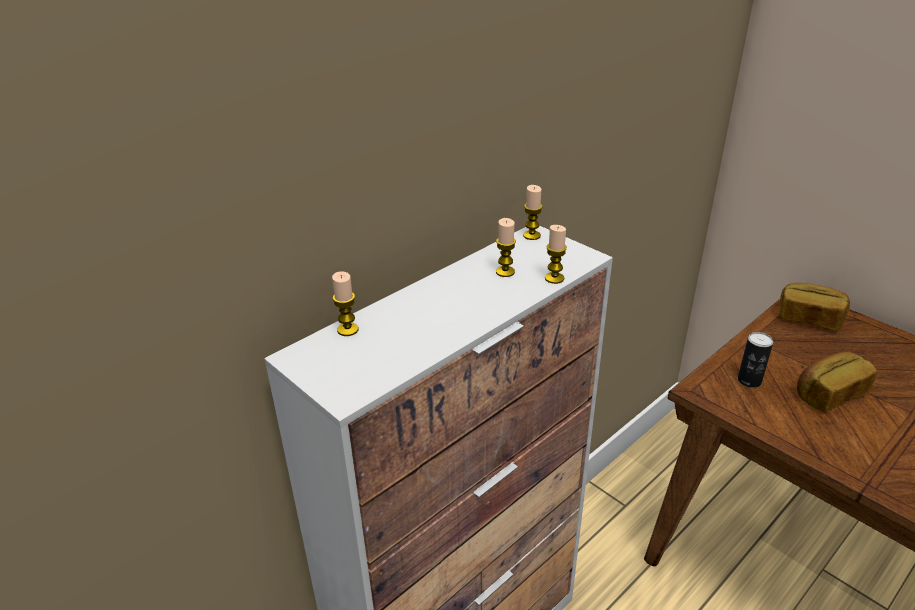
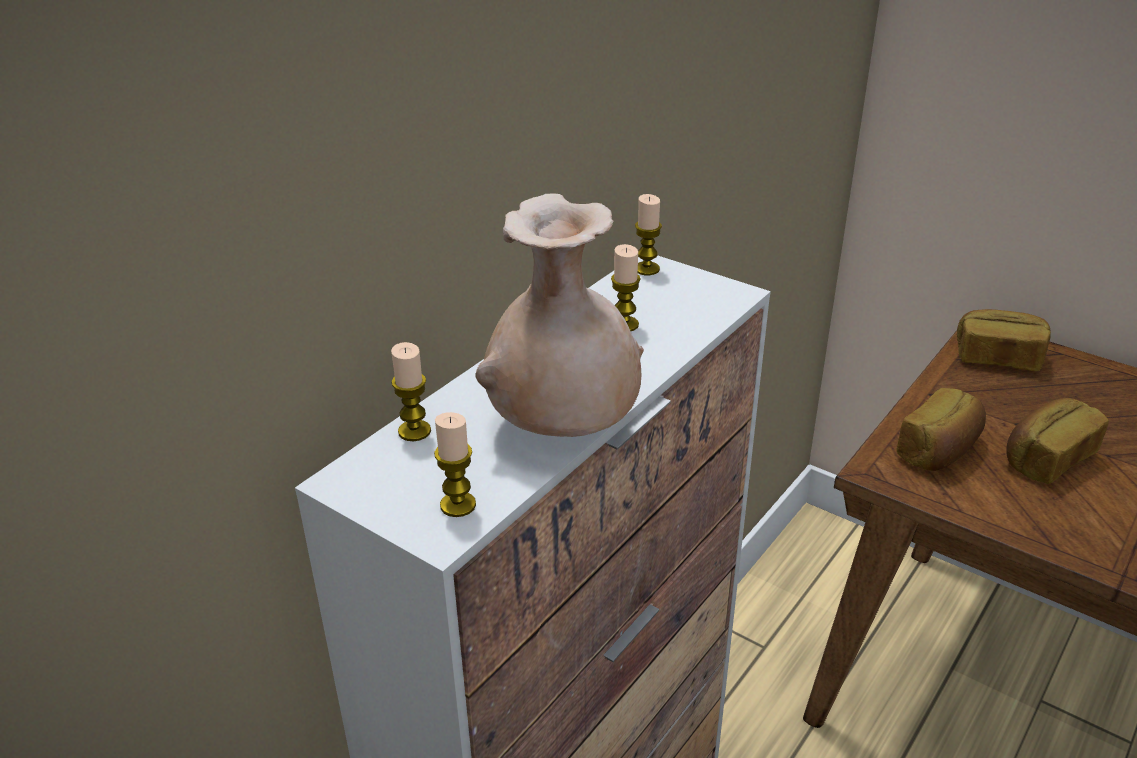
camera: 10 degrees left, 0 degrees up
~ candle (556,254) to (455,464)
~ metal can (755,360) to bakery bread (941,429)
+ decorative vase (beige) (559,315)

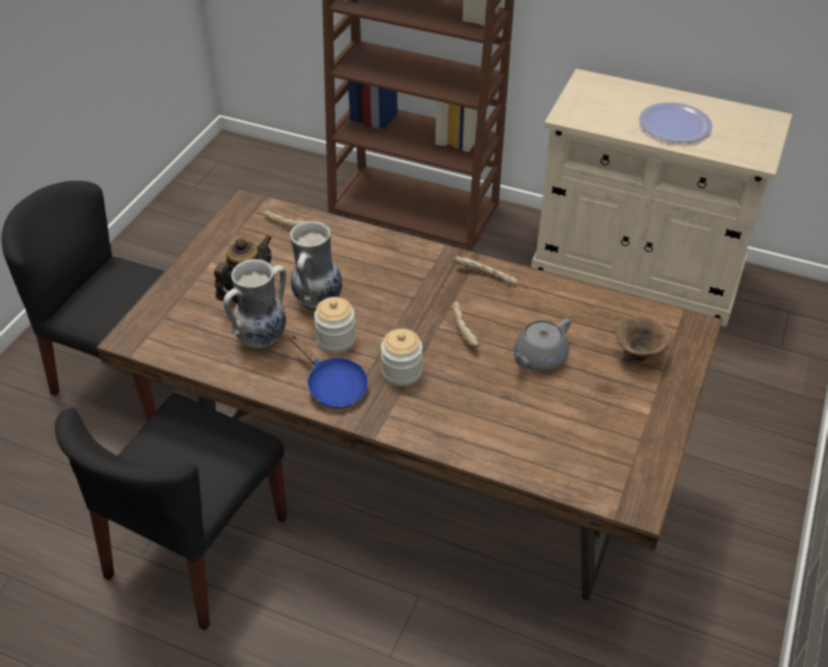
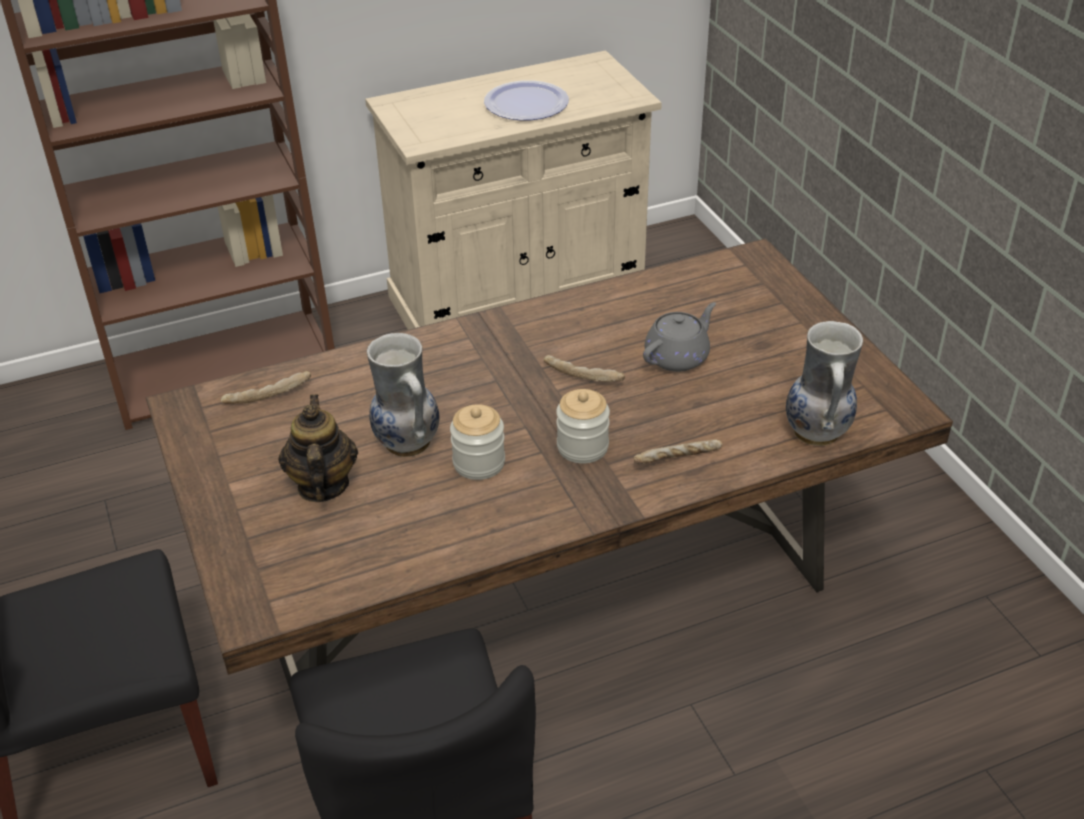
camera: 45 degrees left, 5 degrees down
~ decorative vase (254,305) to (824,383)
- skillet (bluish) (329,371)
~ bakery bread (486,270) to (678,451)
~ tea pot (grey) (541,344) = (679,337) 135 degrees counterclockwise
- deep dish (brownish) (643,339)

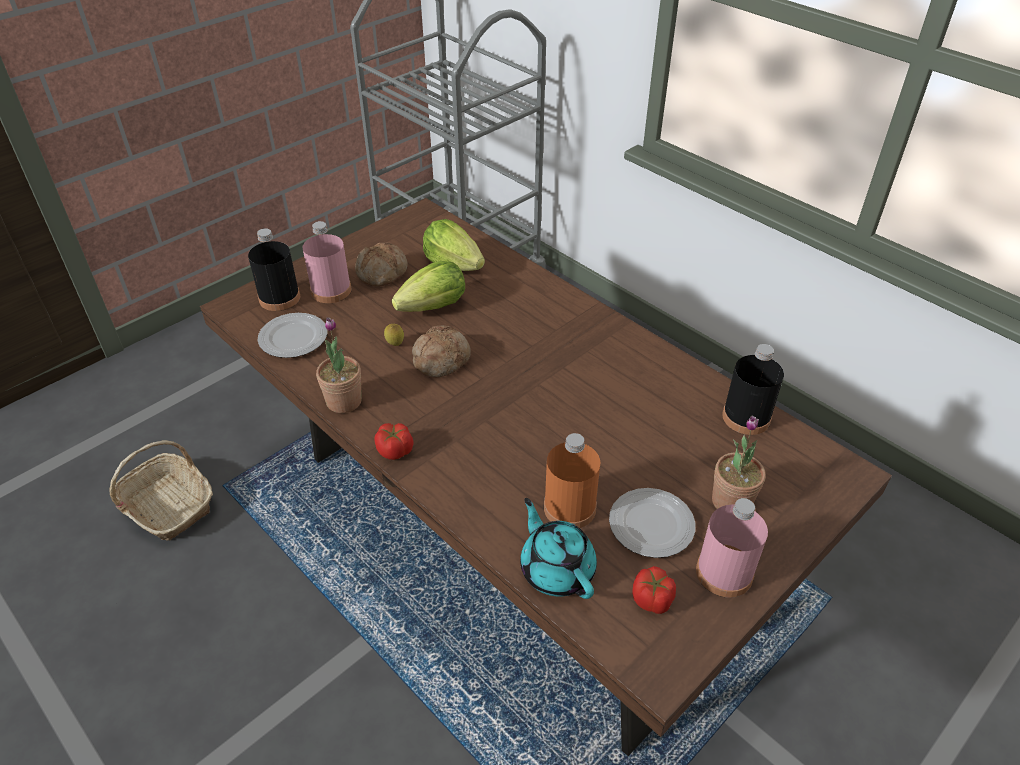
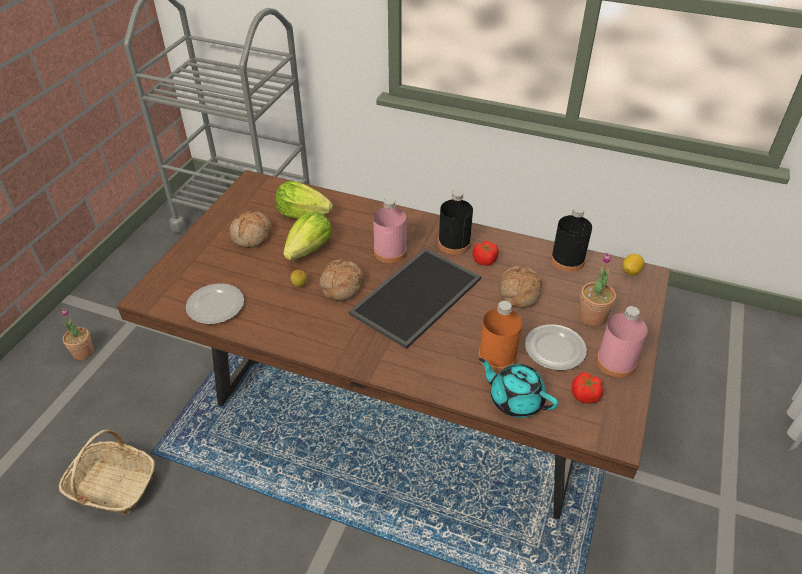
camera: 25 degrees left, 0 degrees up
~ beverage bottle (black-coloured) (274,269) to (455,222)
~ beverage bottle (pinkish) (327,262) to (390,230)
~ potted plant (339,365) to (78,334)
~ fresh tomato (393,441) to (486,253)
+ serving tray (415,298)
+ bakery bread (520,287)
+ whole lemon (633,265)

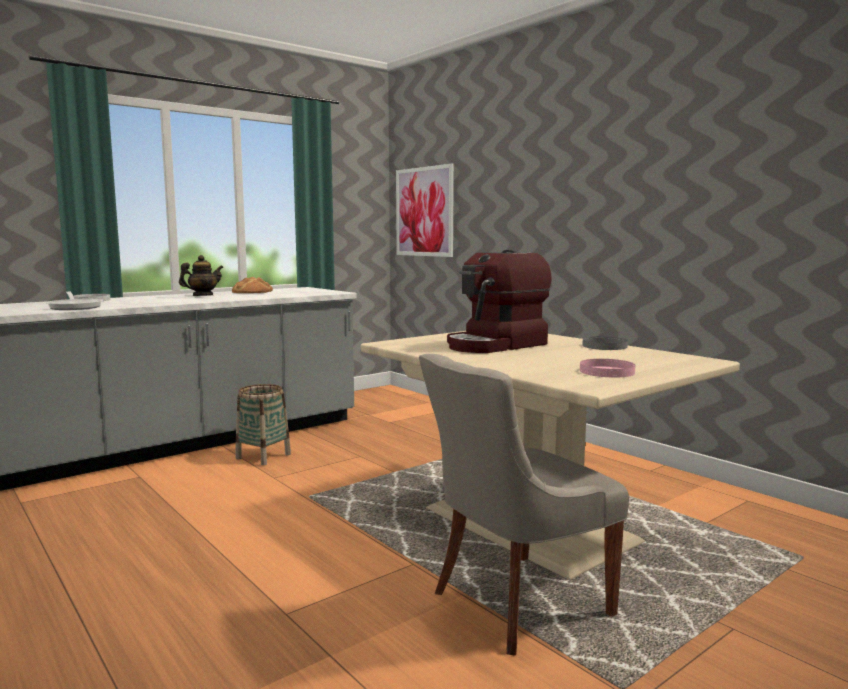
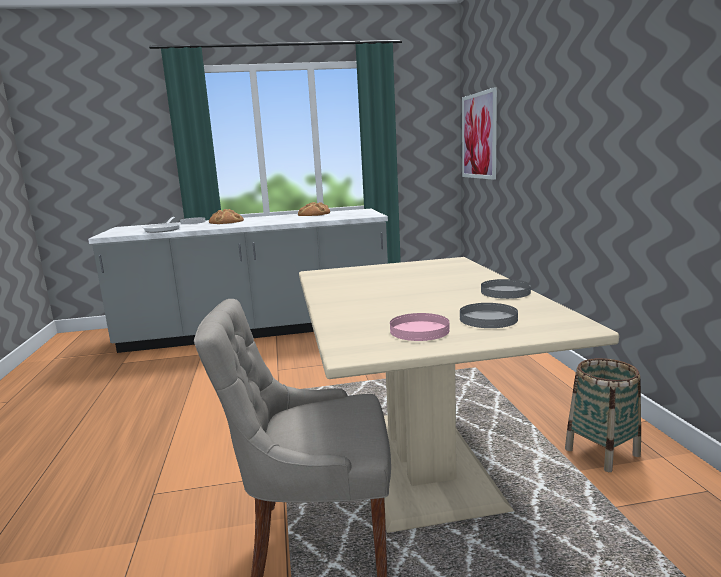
camera: 30 degrees right, 5 degrees up
- tea pot (201,275)
~ storage basket (263,424) to (603,415)
- coffee machine (499,301)
+ bakery bread (226,216)
+ dinner plate (grey) (489,315)

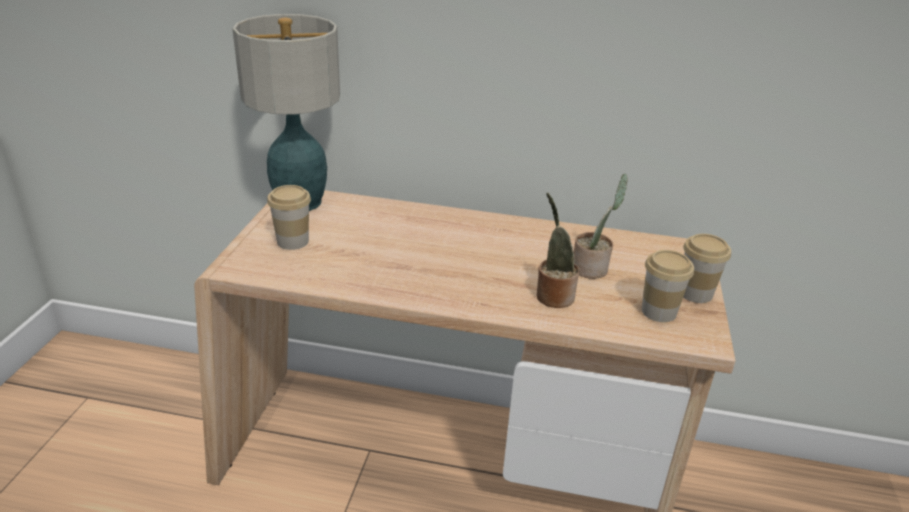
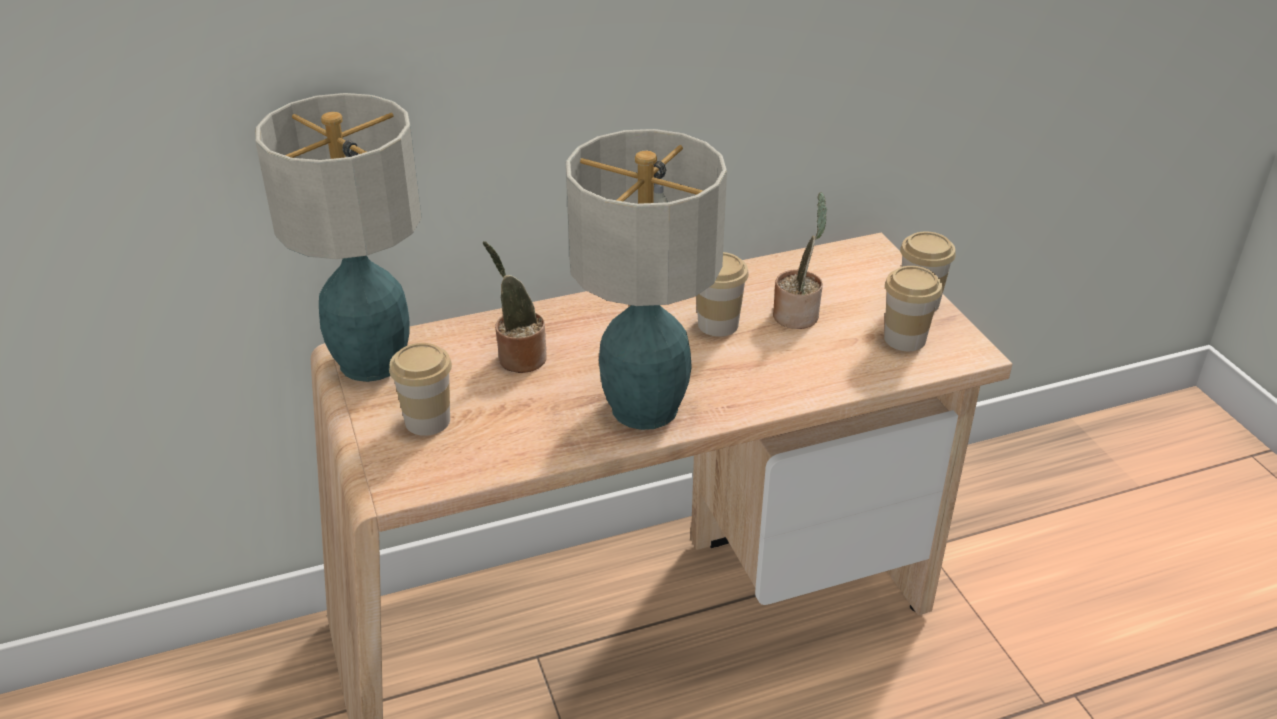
camera: 30 degrees left, 5 degrees up
~ potted plant (558,250) to (515,307)
+ lamp for a table (646,279)
+ drinking cup (723,294)

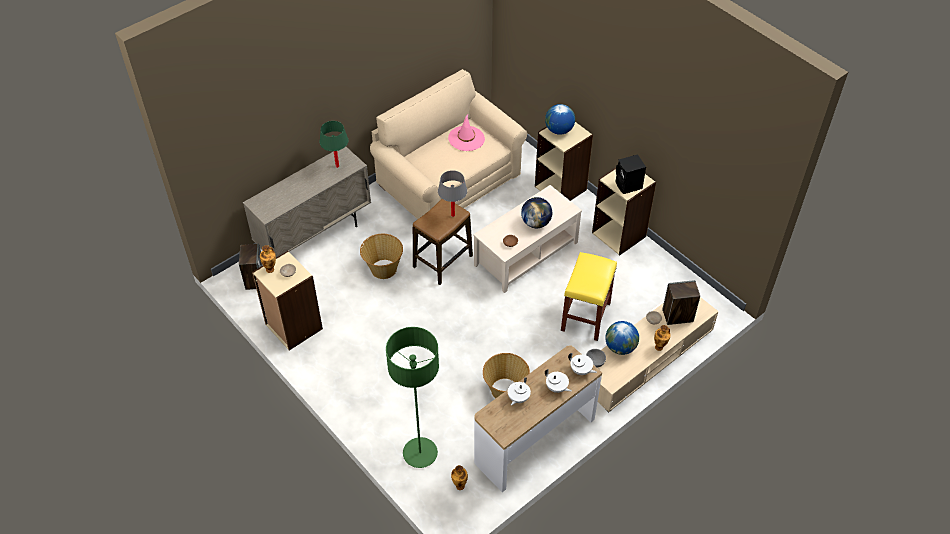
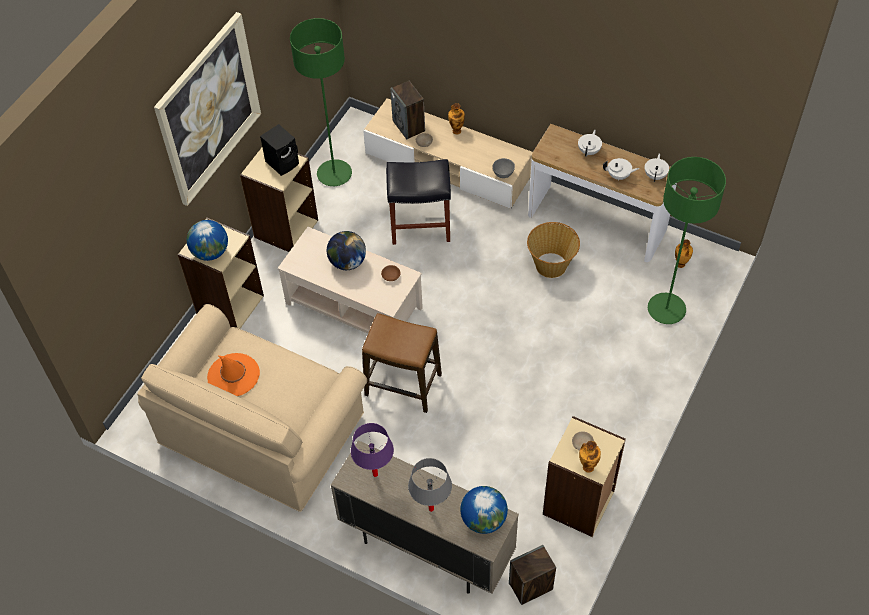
camera: 110 degrees left, 5 degrees up
~ lamp for a table (greenish) (333,144) to lamp for a table (purplish) (372,450)
- storage basket (381,256)
~ lamp for a table (grey) (452,193) to (430,485)
~ wearable hat (pinkish) (466,133) to wearable hat (orange-coloured) (233,374)
~ sitting stool (yellowish) (589,296) to sitting stool (black-coloured) (418,202)
~ tea pot (white) (582,364) to (657,167)
~ world globe (622,338) to (484,510)
+ wall picture (207,109)
+ floor lamp (greenish) (321,102)

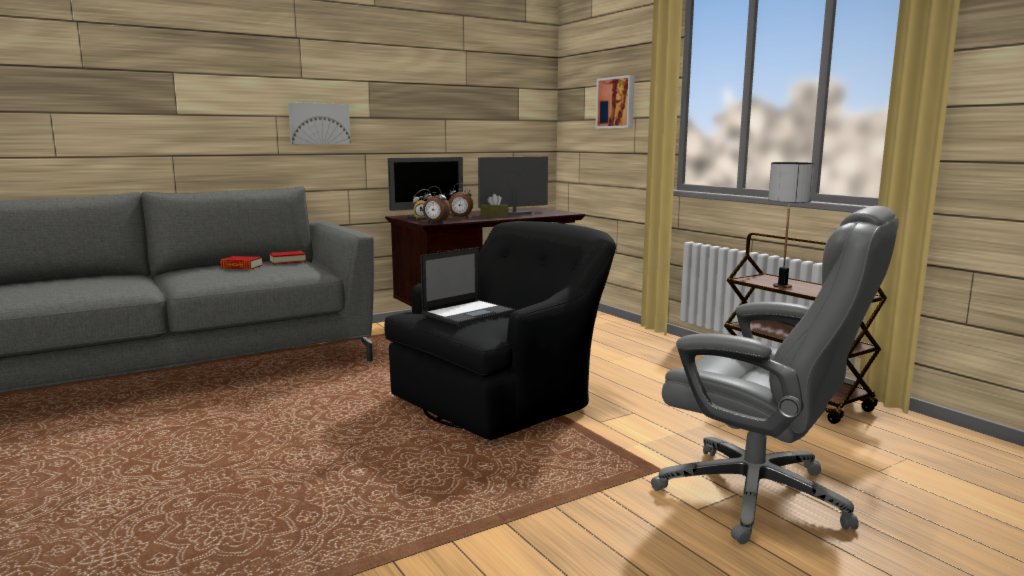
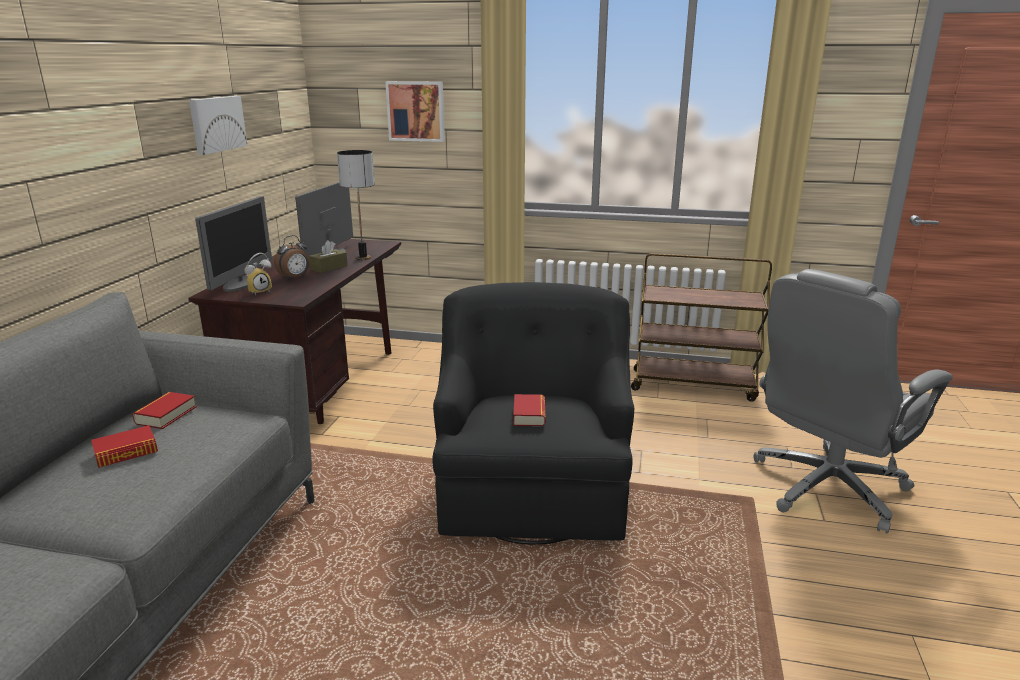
camera: 45 degrees left, 10 degrees up
~ wall picture (319,123) to (218,125)
~ laptop (468,286) to book (529,410)
- alarm clock (436,204)
~ desk chair (grey) (775,375) = (853,401) 150 degrees clockwise
~ lamp for a table (791,225) to (356,205)

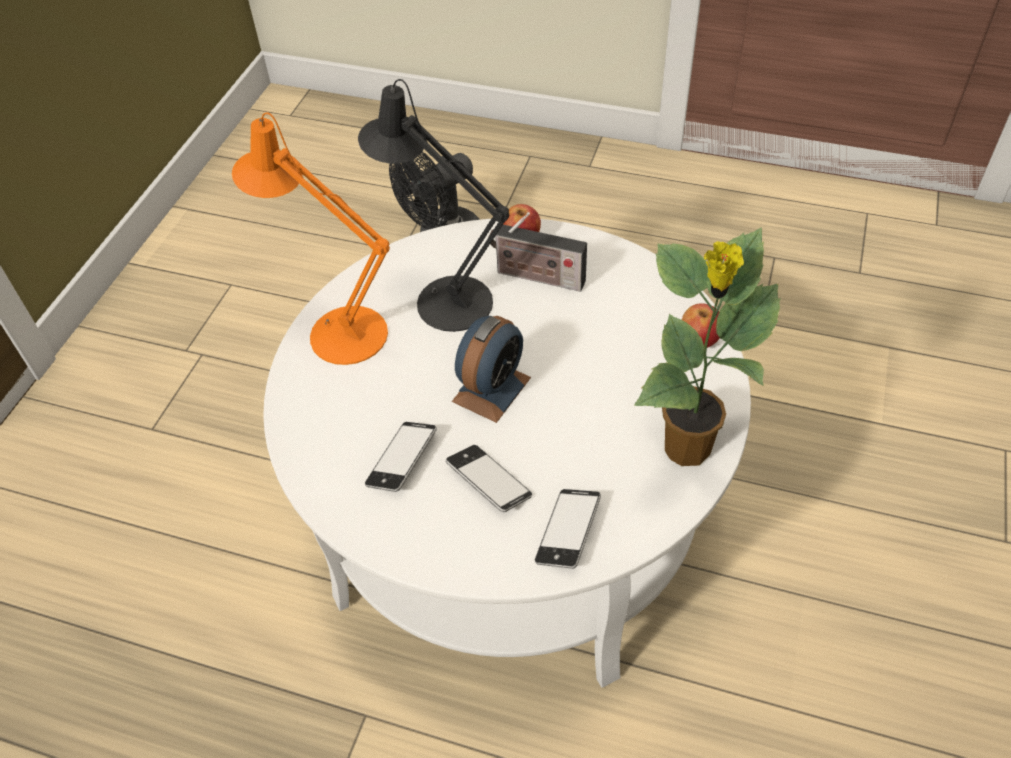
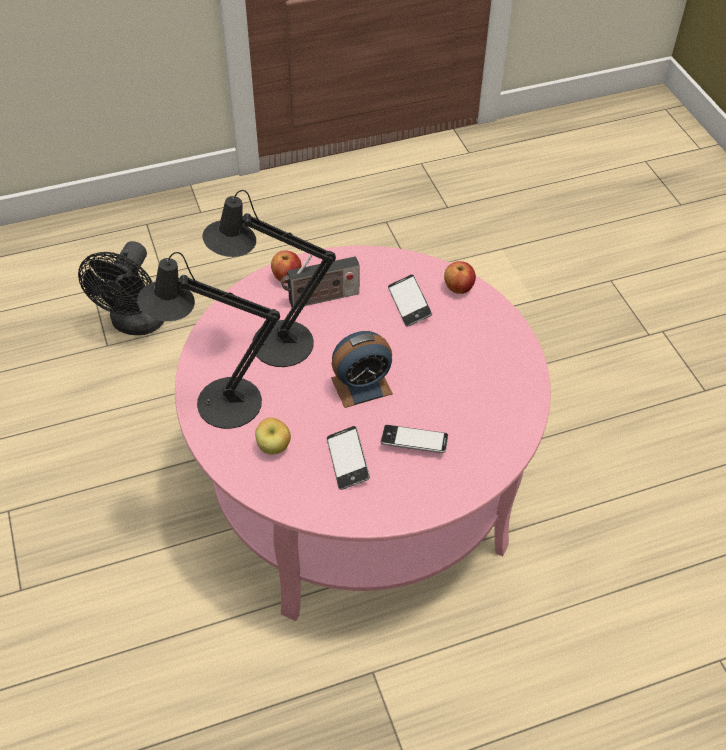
camera: 40 degrees left, 0 degrees up
~ lamp for a table (orange-coloured) (311,238) to lamp for a table (black-coloured) (208,340)
~ coffee table (white) (507,453) to coffee table (pinkish) (363,433)
~ alarm clock (491,369) = (362,369) 75 degrees clockwise
~ telephone (568,529) to (410,300)
- potted plant (707,346)
+ apple (273,435)

